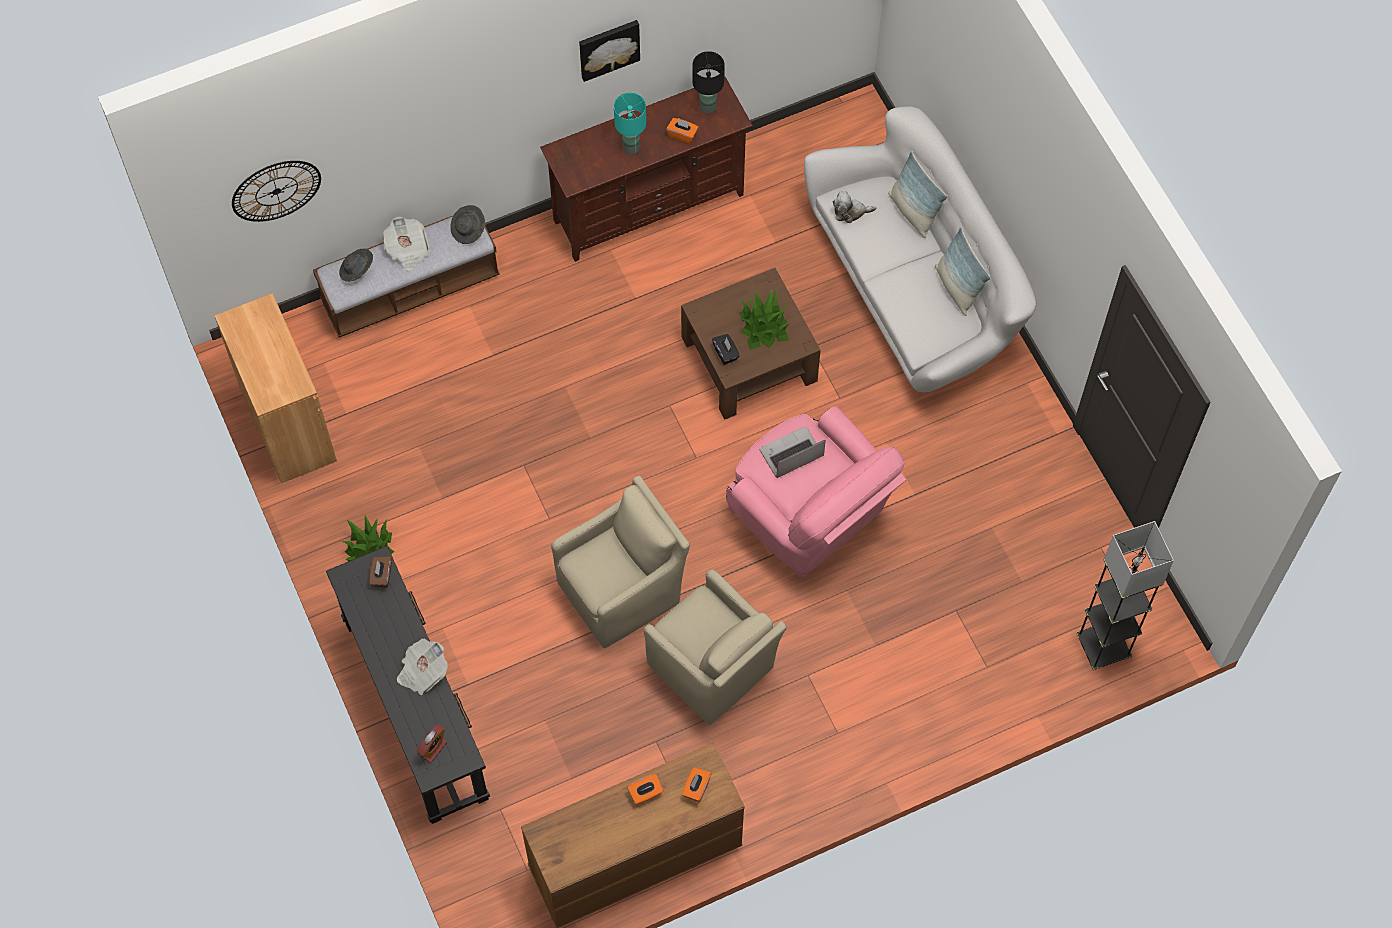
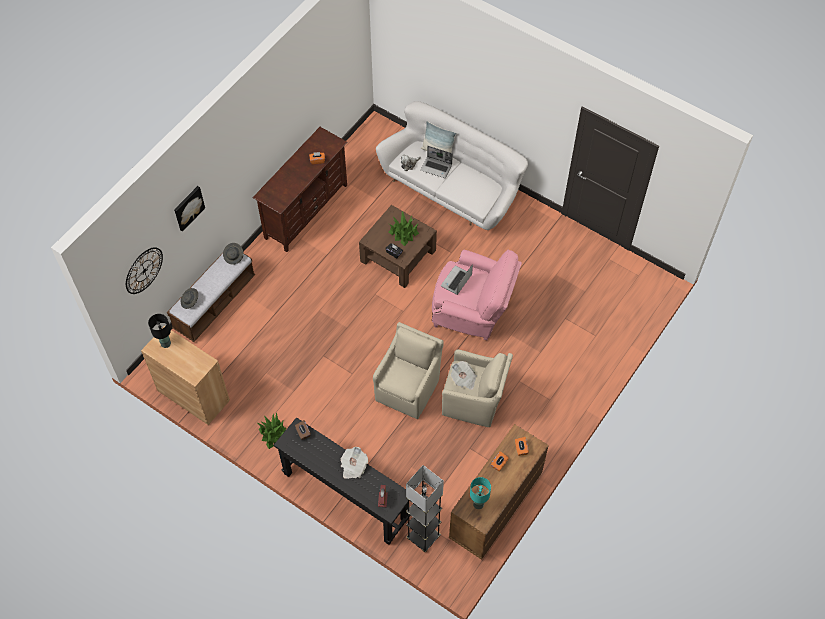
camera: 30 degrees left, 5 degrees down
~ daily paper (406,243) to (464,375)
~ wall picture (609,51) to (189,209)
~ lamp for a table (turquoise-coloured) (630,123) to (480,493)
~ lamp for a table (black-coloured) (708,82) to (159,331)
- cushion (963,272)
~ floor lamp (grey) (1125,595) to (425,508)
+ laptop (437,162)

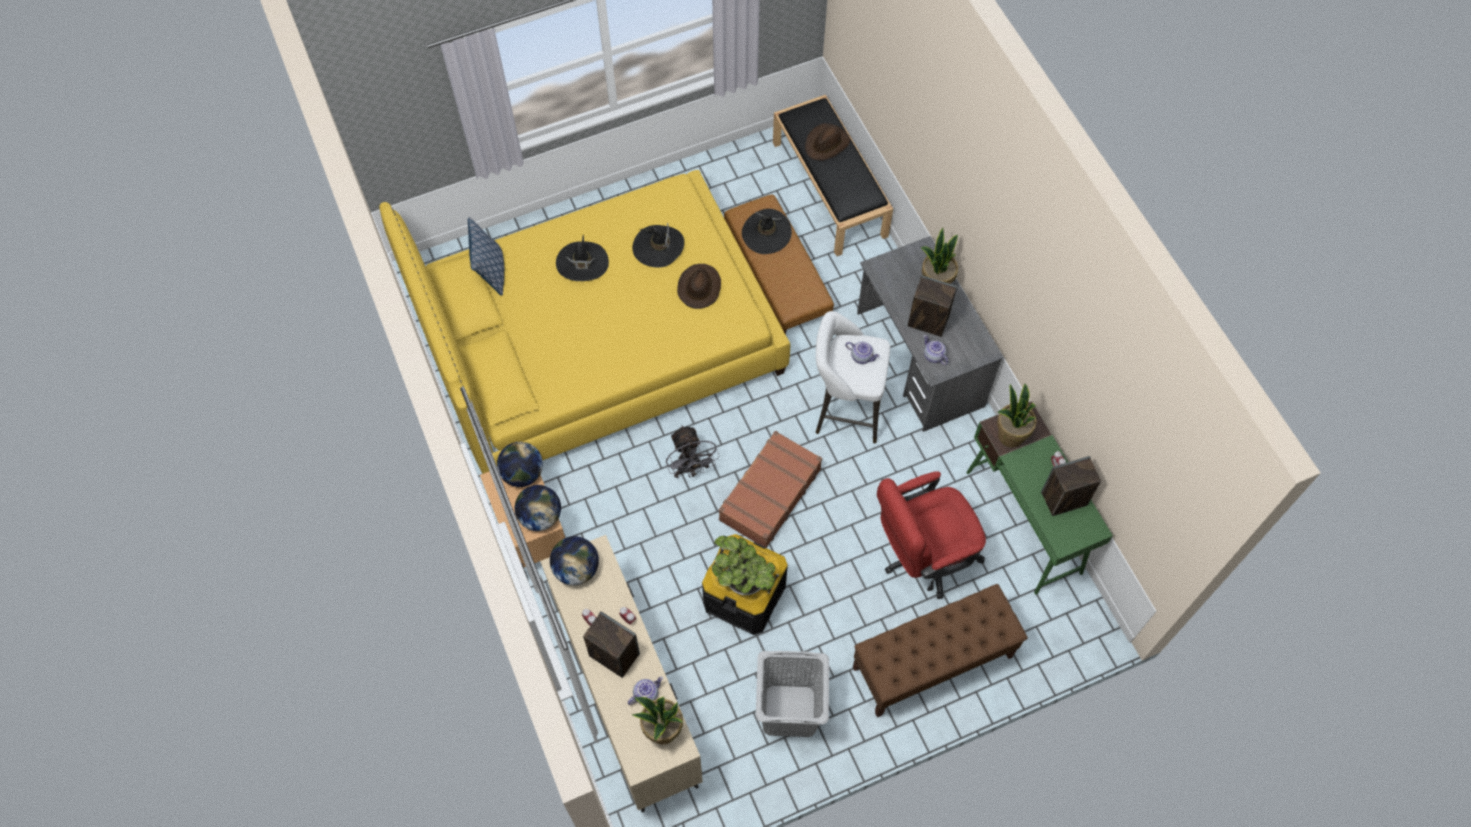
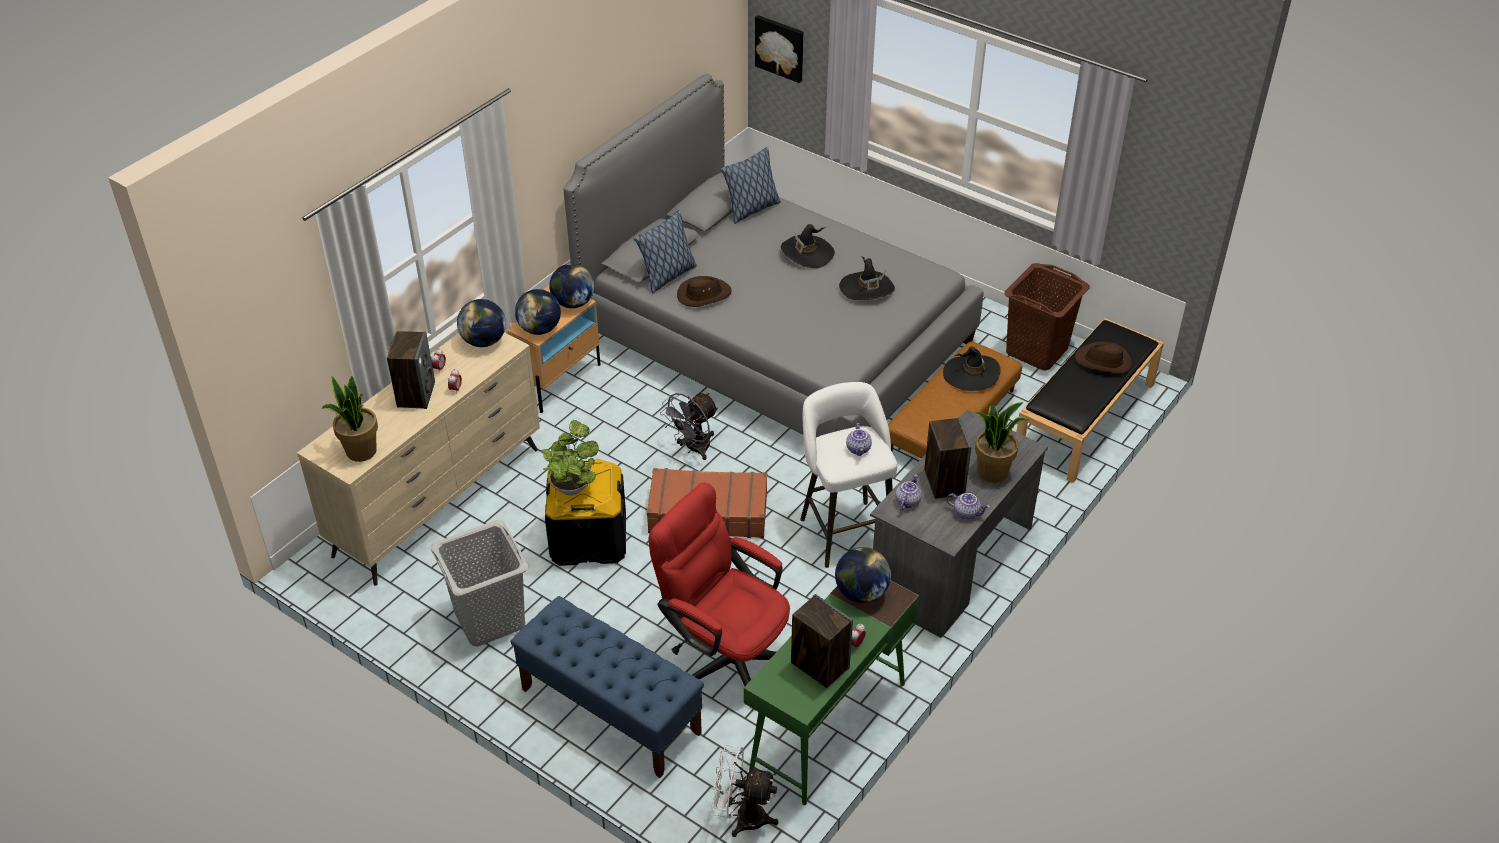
camera: 60 degrees right, 20 degrees down
~ bed (yellowish) (584,322) to bed (grey) (774,255)
~ tea pot (645,691) to (968,506)
~ wearable hat (brownish) (699,286) to (704,291)
~ indoor bench (brownish) (940,650) to indoor bench (bluish) (607,687)
~ potted plant (1017,415) to world globe (863,575)
+ cushion (665,252)
+ cooling fan (white) (744,791)
+ wall picture (779,49)
+ hamper (brownish) (1047,316)

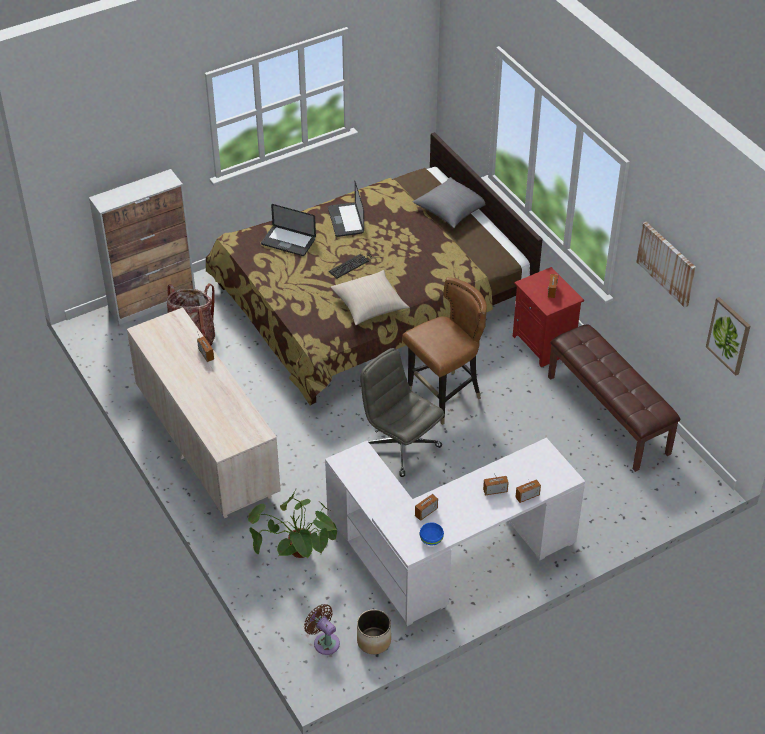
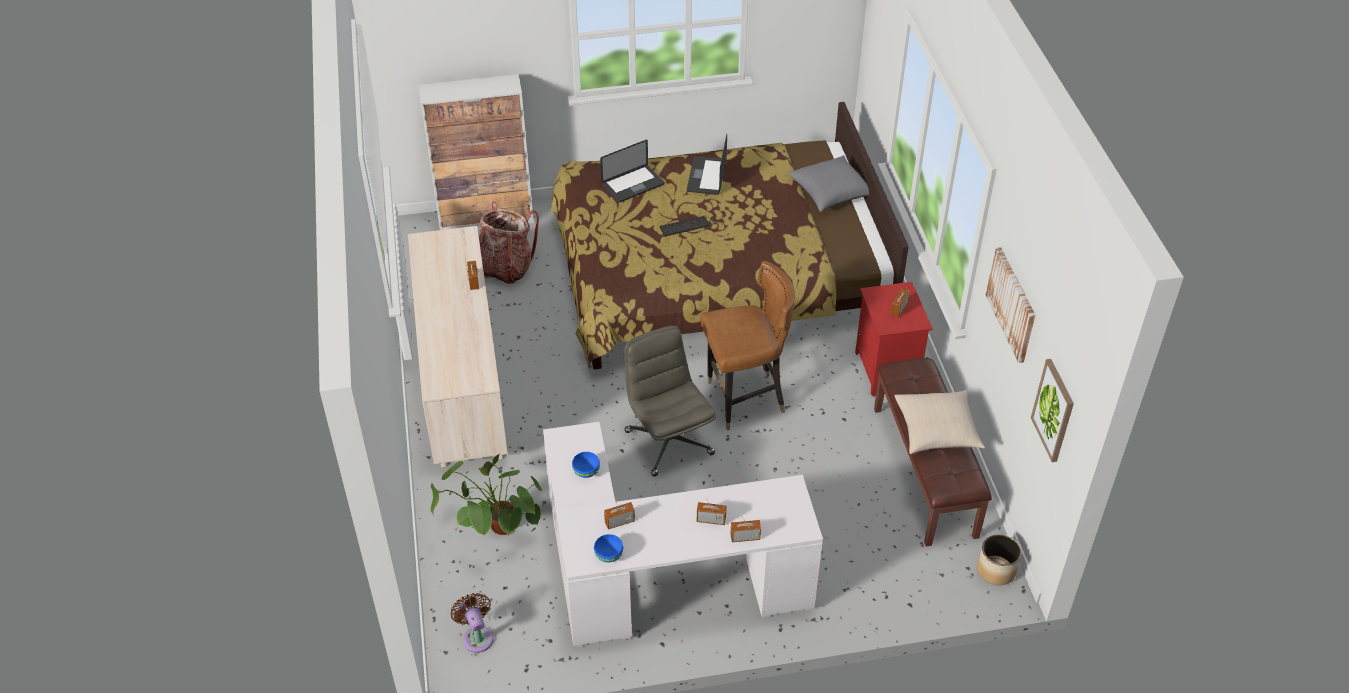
camera: 20 degrees right, 0 degrees up
~ laptop (288,230) = (632,171) 75 degrees counterclockwise
~ cushion (beige) (370,297) to (939,422)
~ plant pot (374,631) to (999,559)
+ deep dish (bluish) (586,465)

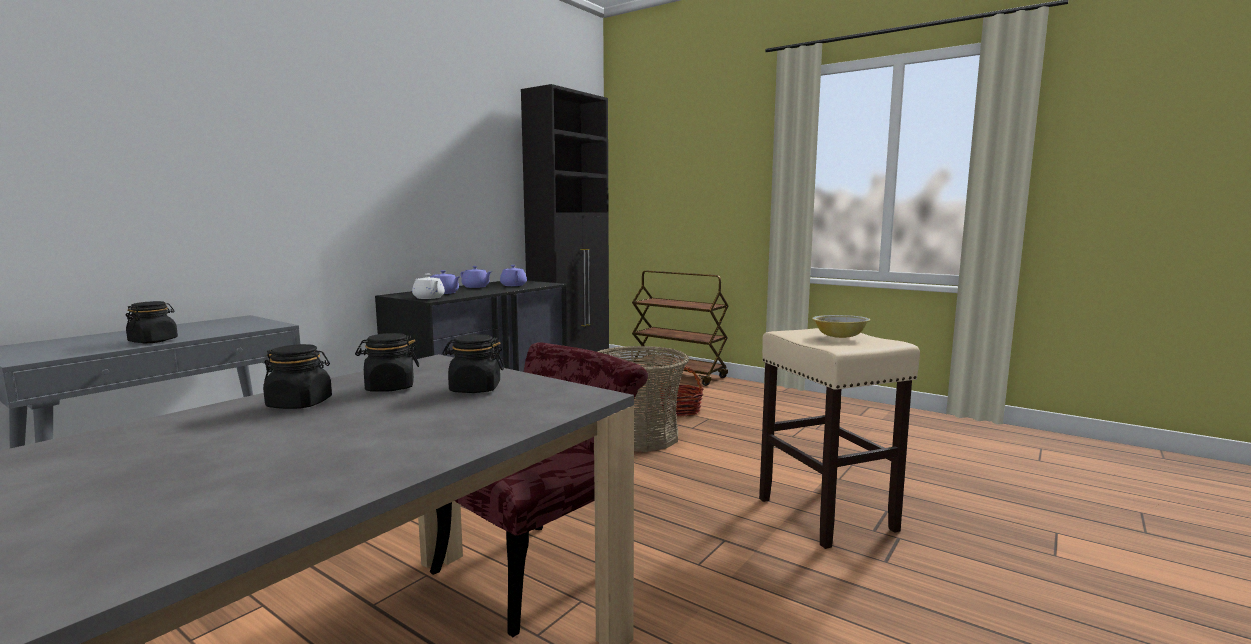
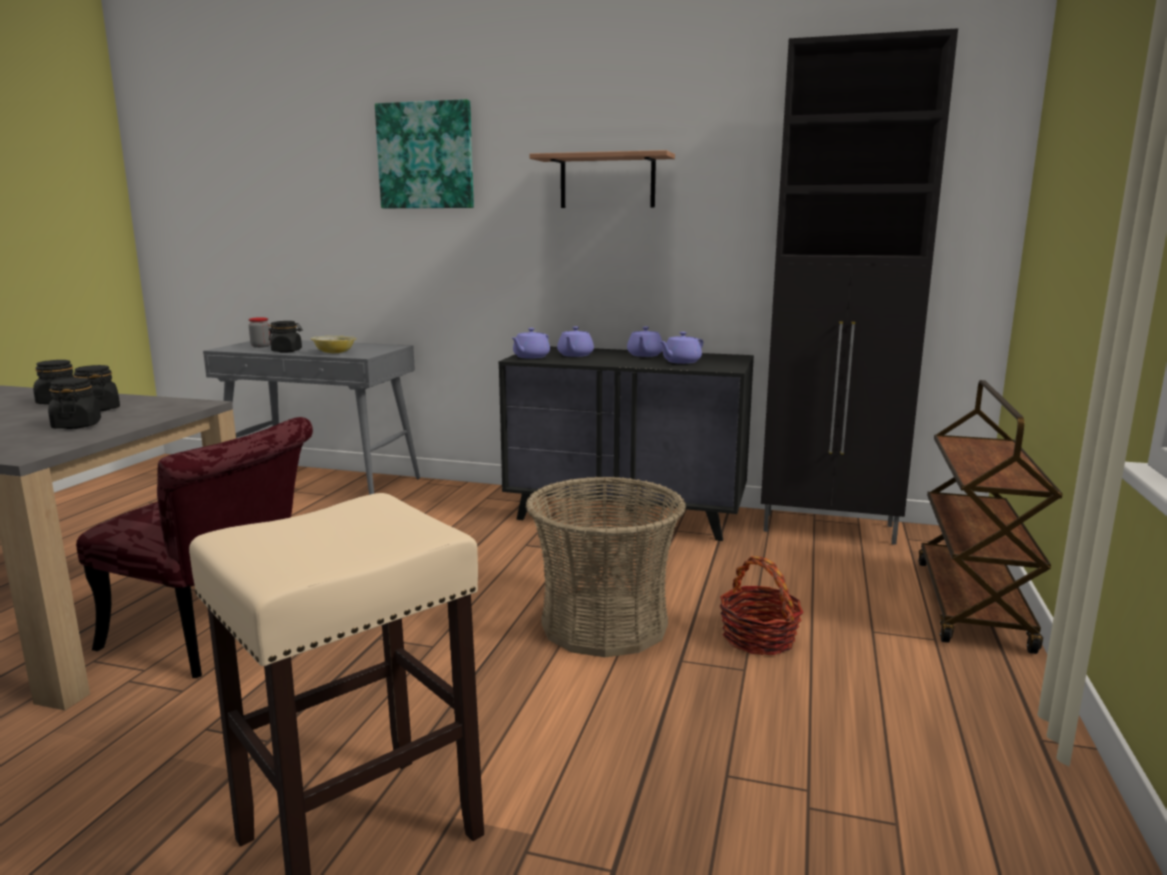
camera: 70 degrees right, 5 degrees up
~ tea pot (white) (428,286) to tea pot (purplish) (531,343)
~ deep dish (841,326) to (334,344)
+ jar (259,332)
+ wall picture (424,153)
+ wall shelf (602,179)

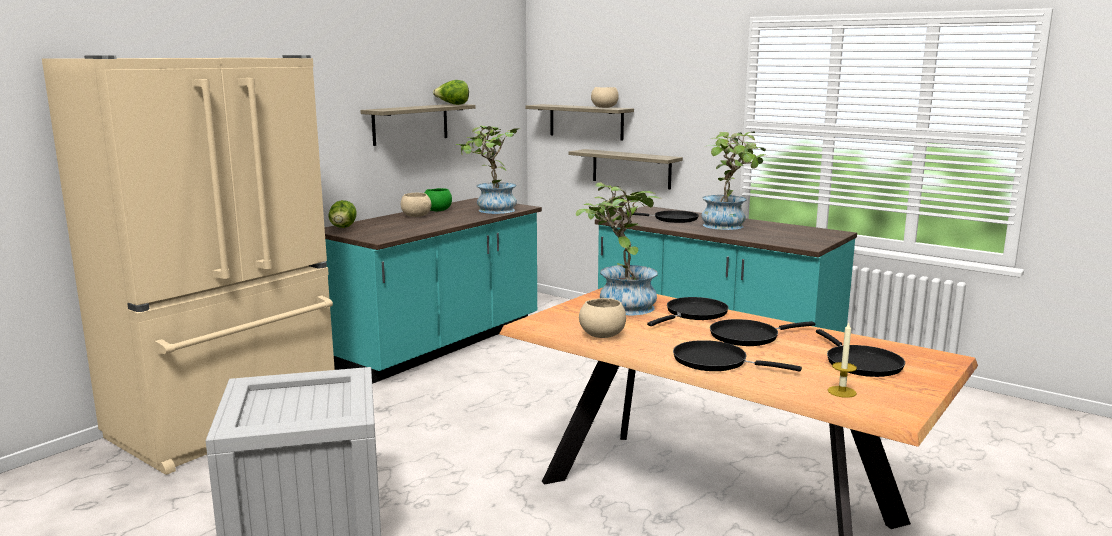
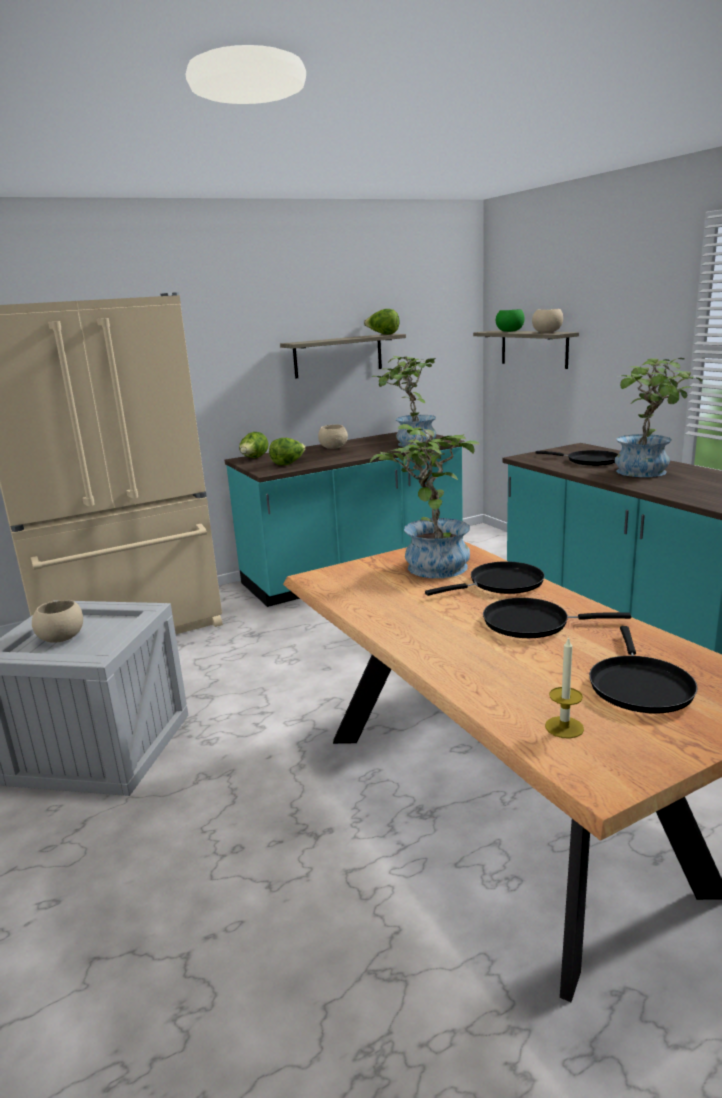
camera: 25 degrees right, 5 degrees up
~ deep dish (greenish) (438,199) to (510,320)
- wall shelf (625,169)
~ deep dish (beige) (602,318) to (57,621)
- skillet (black-coloured) (737,356)
+ lettuce head (287,451)

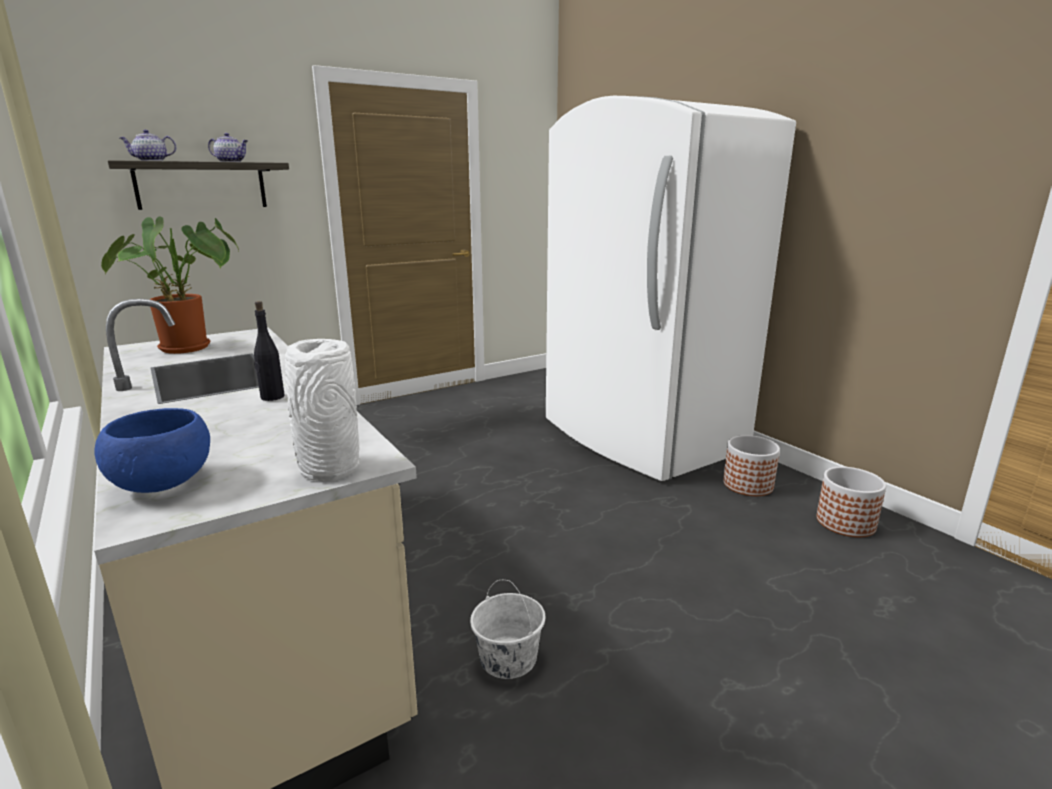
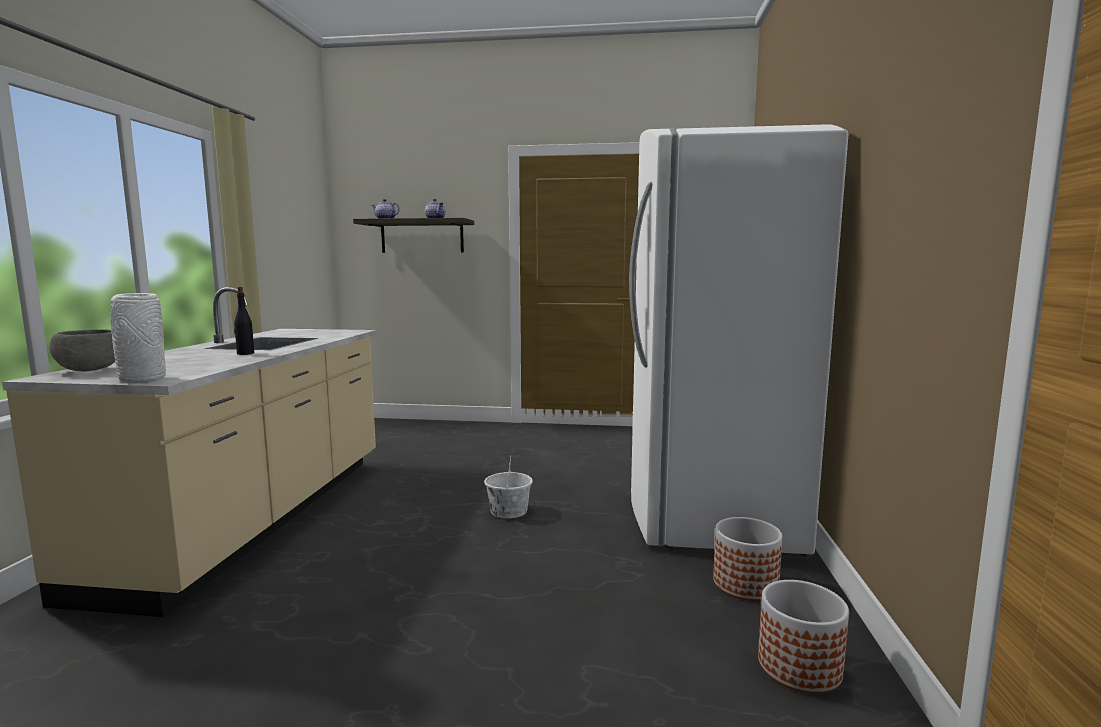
camera: 40 degrees right, 10 degrees down
~ deep dish (bluish) (152,450) to deep dish (grey) (82,350)
- potted plant (170,285)
~ pail (white) (507,629) to (508,487)

